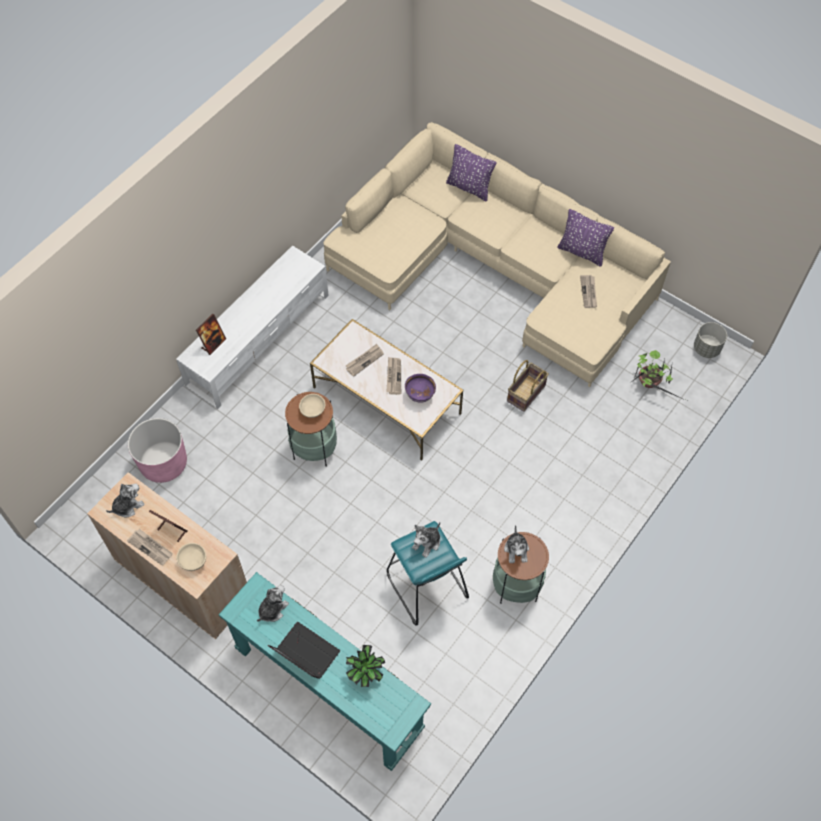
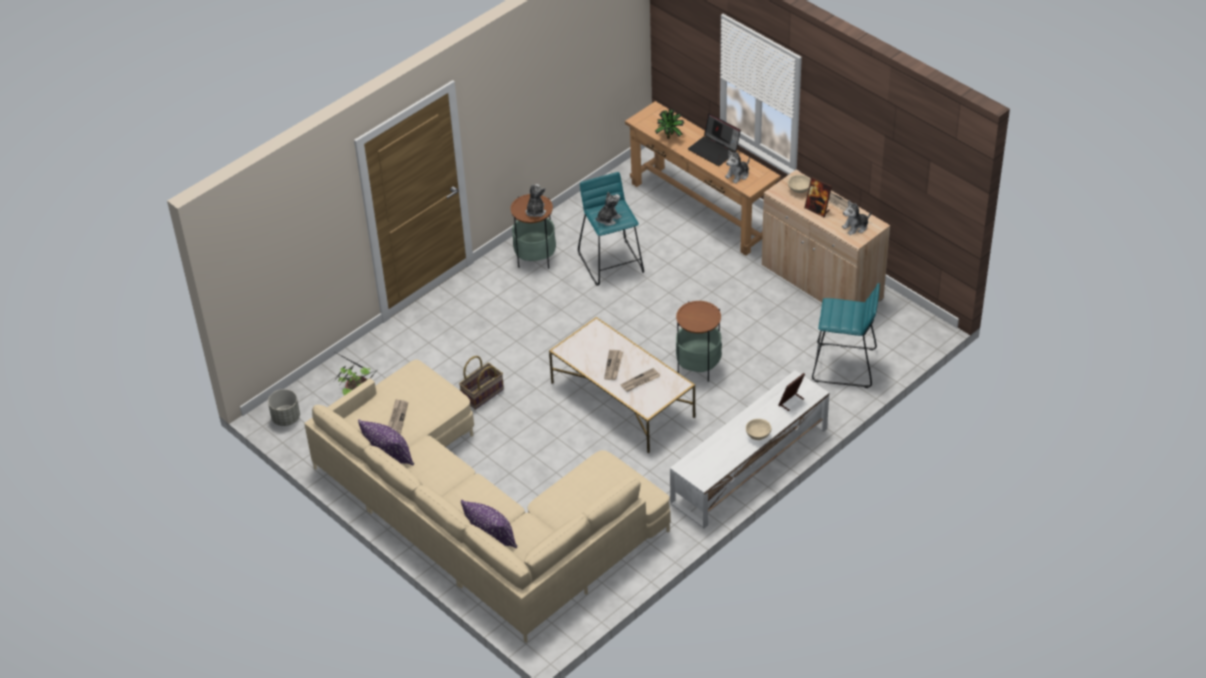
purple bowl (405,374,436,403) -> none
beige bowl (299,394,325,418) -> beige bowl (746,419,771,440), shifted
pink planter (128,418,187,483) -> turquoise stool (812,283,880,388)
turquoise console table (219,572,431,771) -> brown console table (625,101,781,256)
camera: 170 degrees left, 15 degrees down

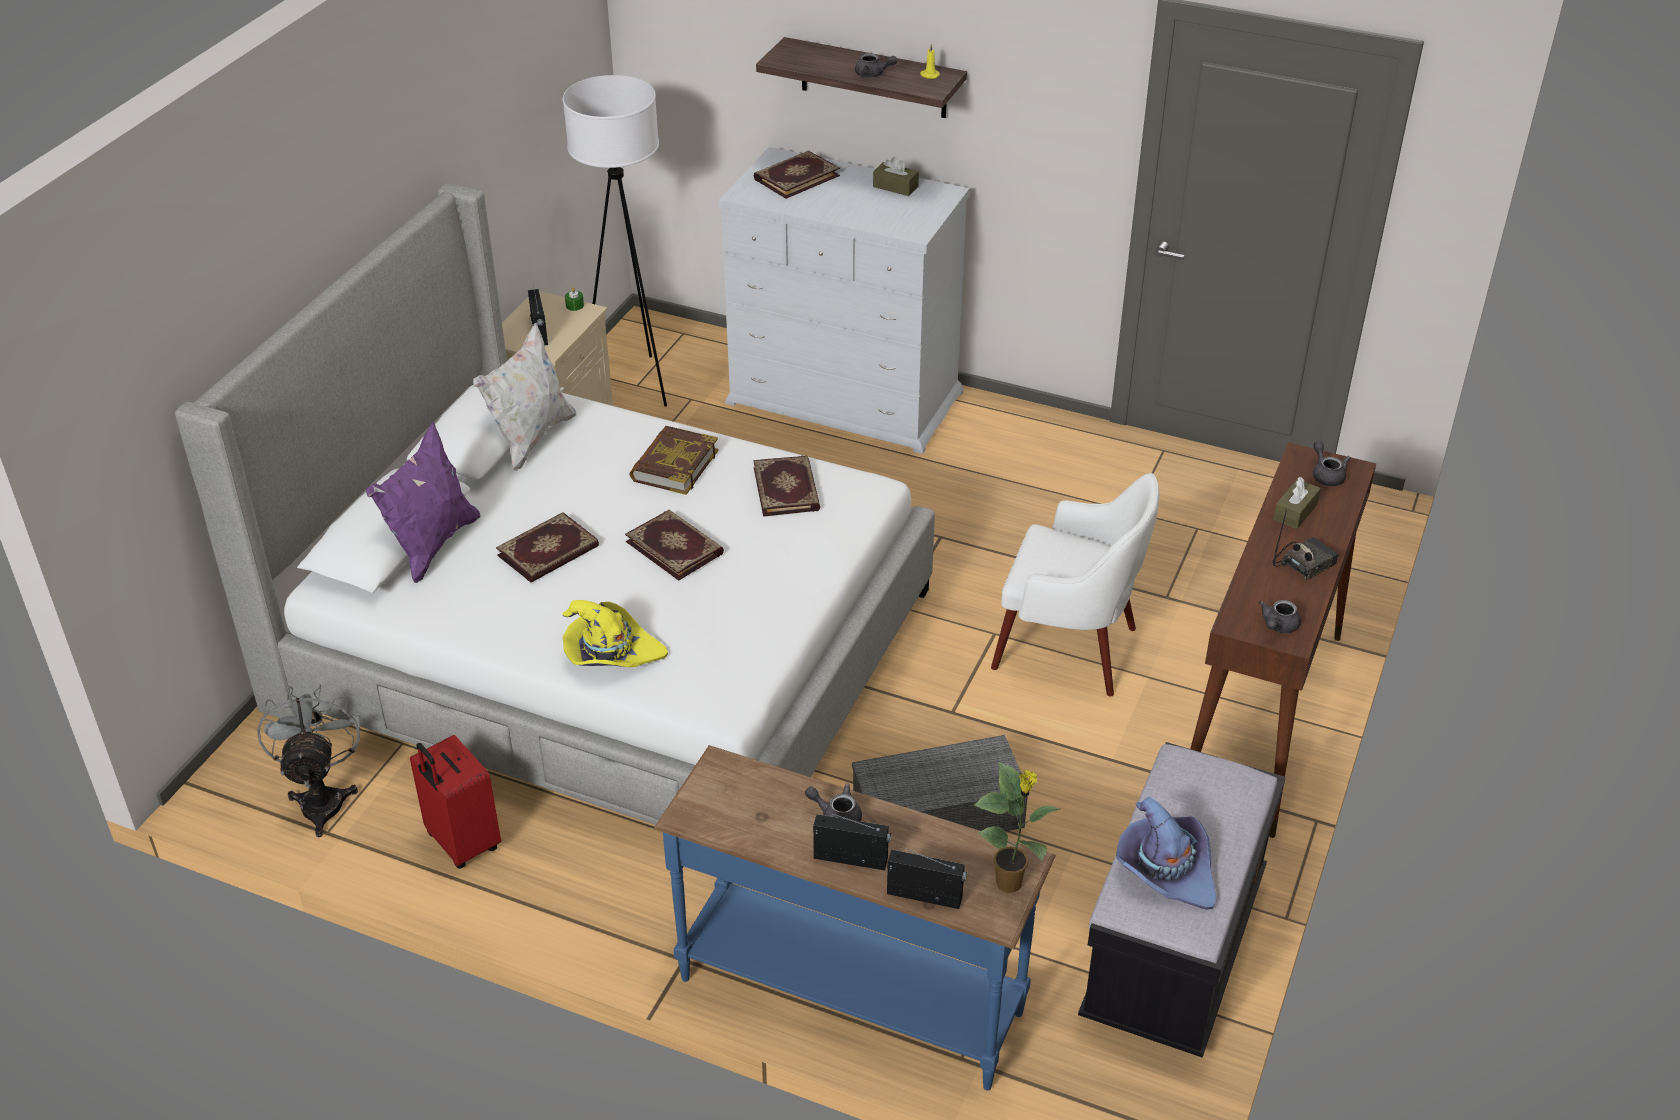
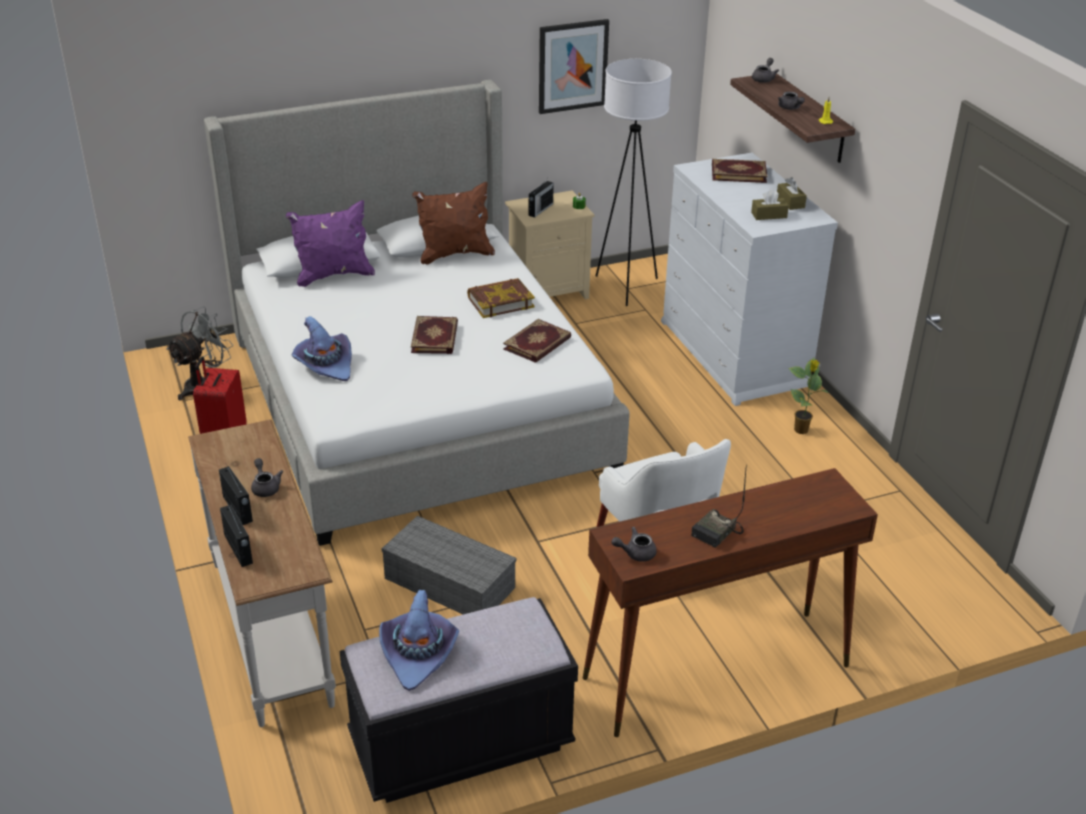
white pillow (473,323,576,471) -> brown pillow (412,182,495,264)
grey teapot (1313,441,1351,486) -> grey teapot (752,58,779,83), shifted
brown tissue box (1273,477,1321,529) -> brown tissue box (751,189,789,220), shifted
radio (1273,509,1339,580) -> radio (691,465,747,548), 120 degrees clockwise
book (496,512,599,583) -> none
yellow hat (562,600,668,667) -> purple hat (291,316,352,381)
blue console table (654,745,1056,1091) -> white console table (188,420,336,727)
potted plant (973,762,1060,893) -> potted plant (788,358,829,434), shifted
none -> picture (539,19,609,114)
camera: 45 degrees right, 5 degrees down

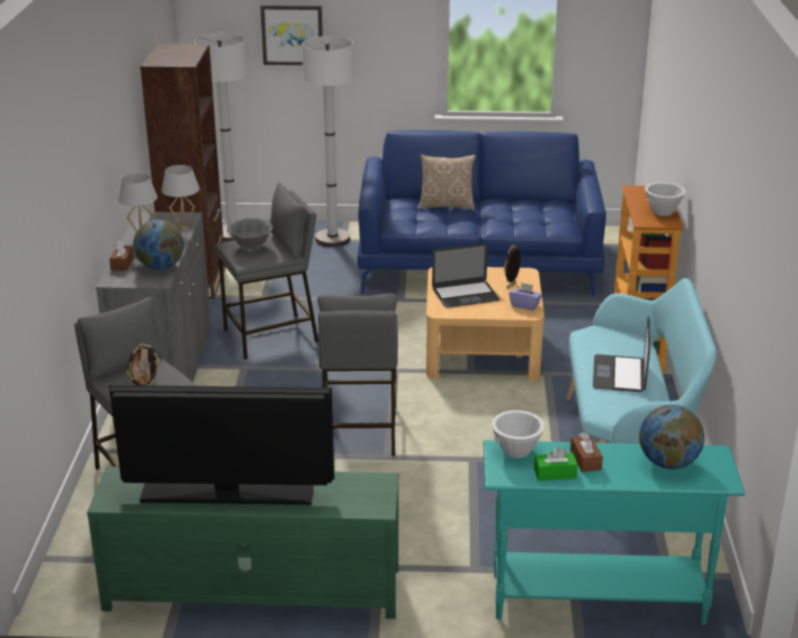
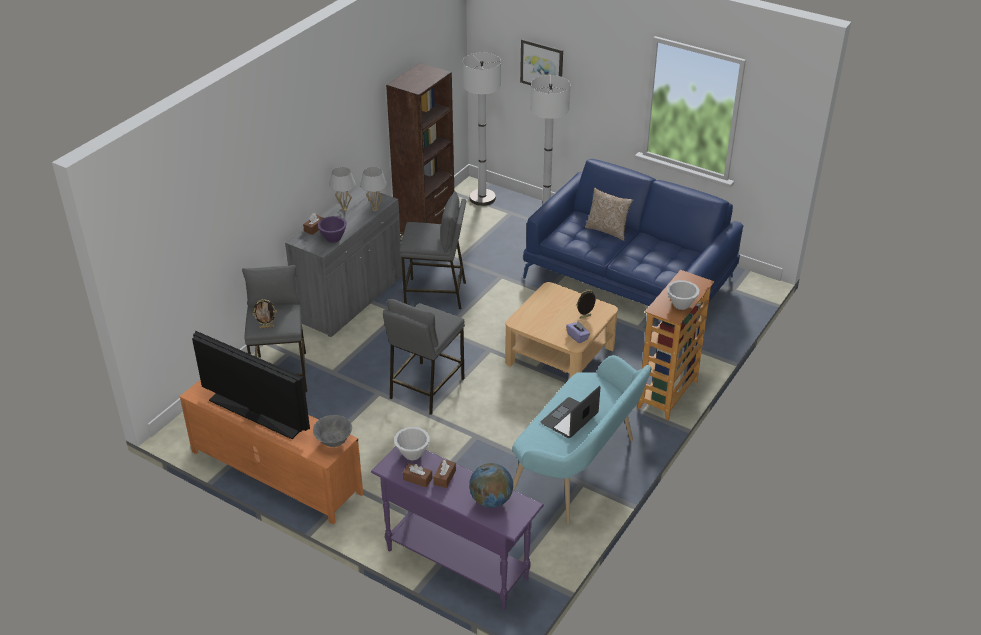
grey bowl (228,218,273,249) -> grey bowl (313,415,352,447), shifted
globe (133,219,184,270) -> purple bowl (318,216,347,243)
laptop (432,243,500,308) -> none
turquoise console table (483,440,745,625) -> purple console table (371,446,544,610)
green tissue box (534,447,578,481) -> brown tissue box (403,463,432,487)
green tv stand (87,466,399,619) -> orange tv stand (180,380,363,524)
camera: 30 degrees right, 10 degrees up

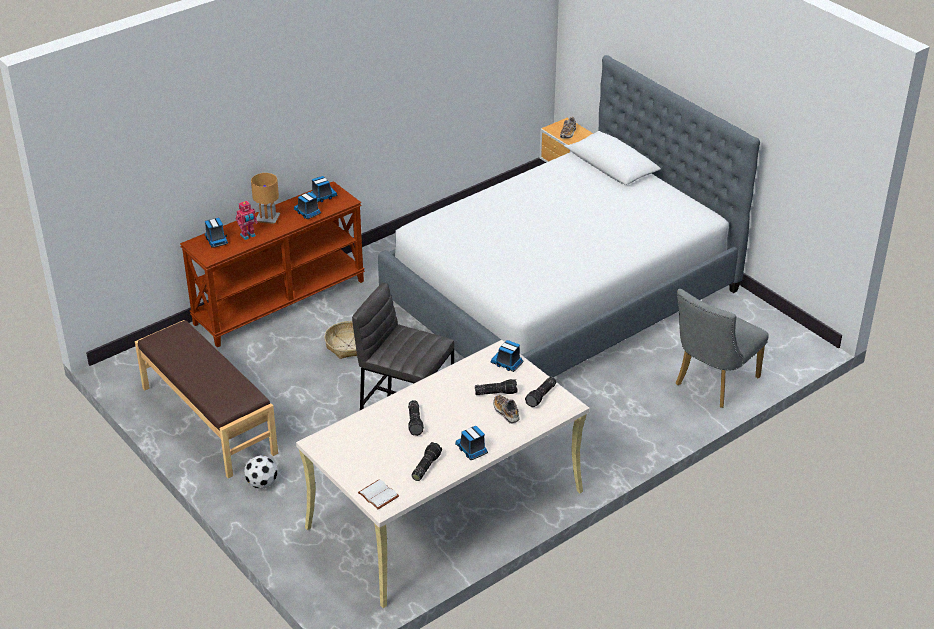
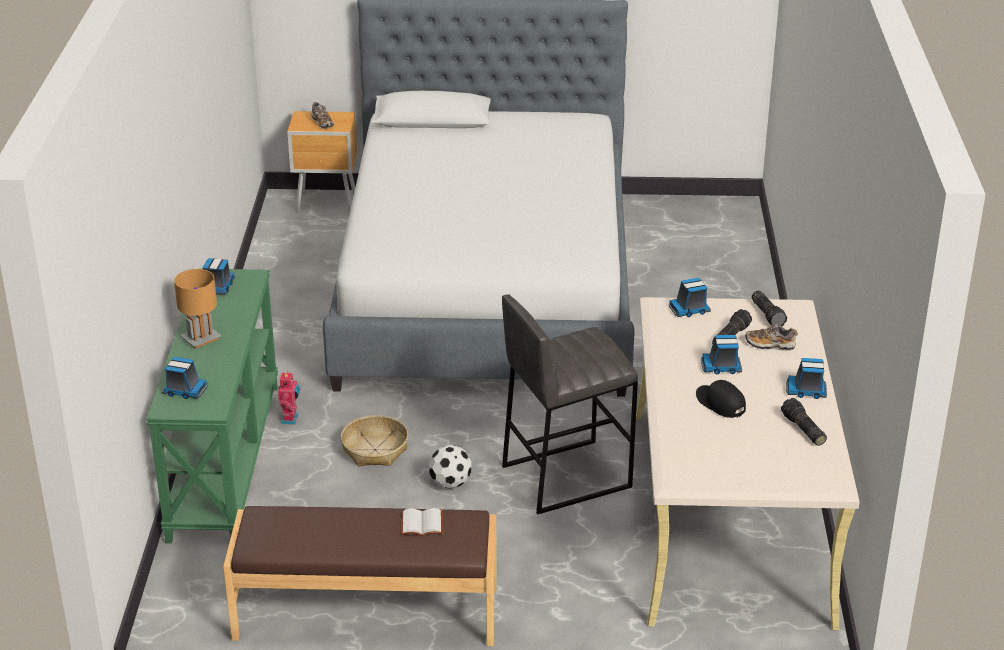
brown console table (180,181,365,348) -> green console table (146,269,278,544)
toy truck (294,192,321,219) -> toy truck (701,335,742,374), shifted
toy robot (236,201,258,240) -> toy robot (278,370,300,424), shifted
grey chair (676,289,769,408) -> none
flashlight (408,400,424,436) -> black cap (696,380,746,418)
football (244,455,278,489) -> football (429,445,472,489), shifted
white book (358,480,399,509) -> white book (401,508,443,536), shifted
camera: 50 degrees left, 5 degrees down

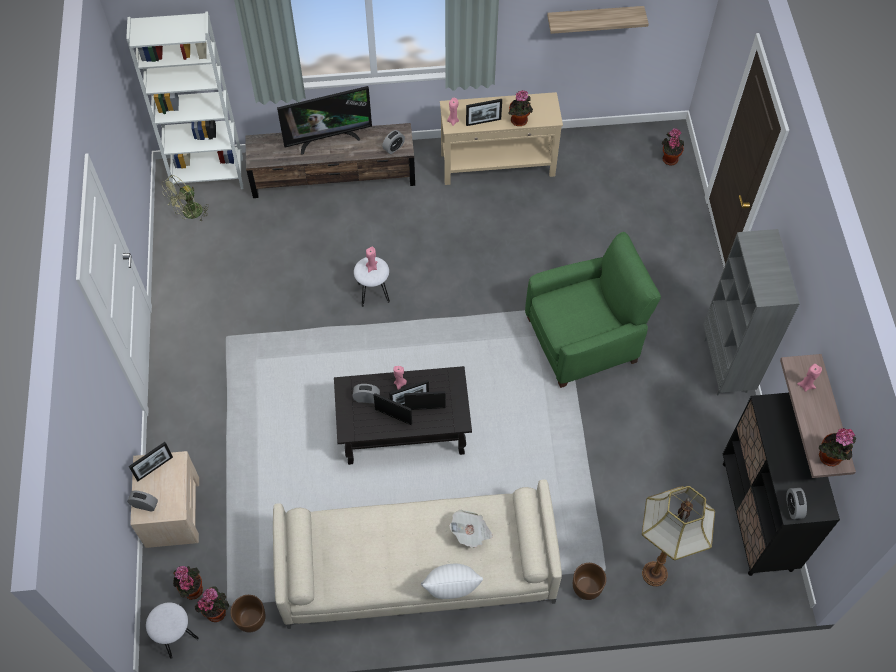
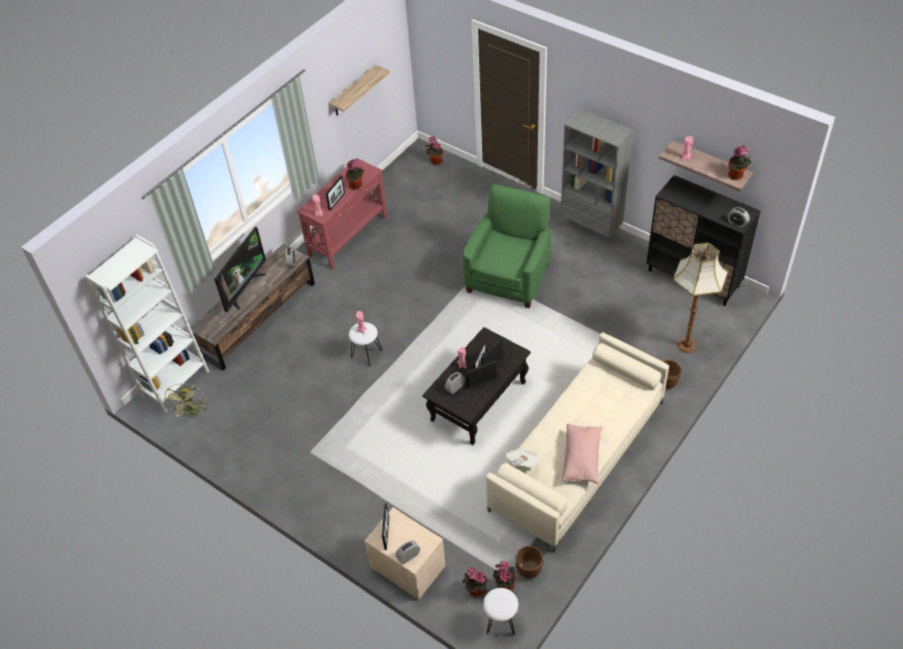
beige console table (440,92,563,185) -> red console table (297,158,387,269)
newspaper (449,510,493,548) -> newspaper (506,448,539,468), shifted
white pillow (421,564,483,599) -> none
none -> pink pillow (562,424,602,484)
camera: 45 degrees left, 10 degrees down

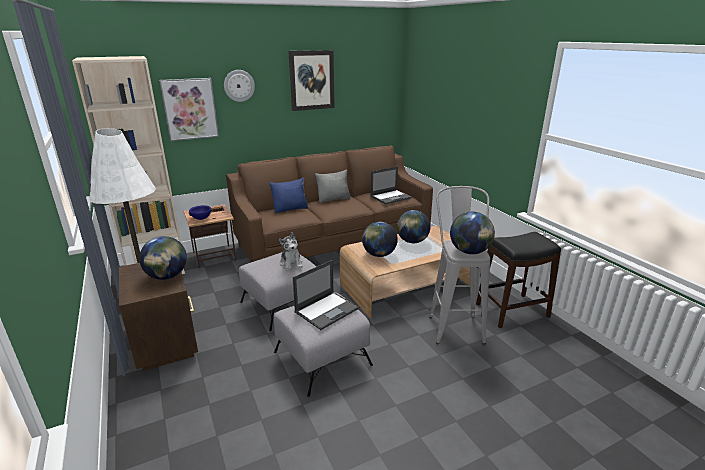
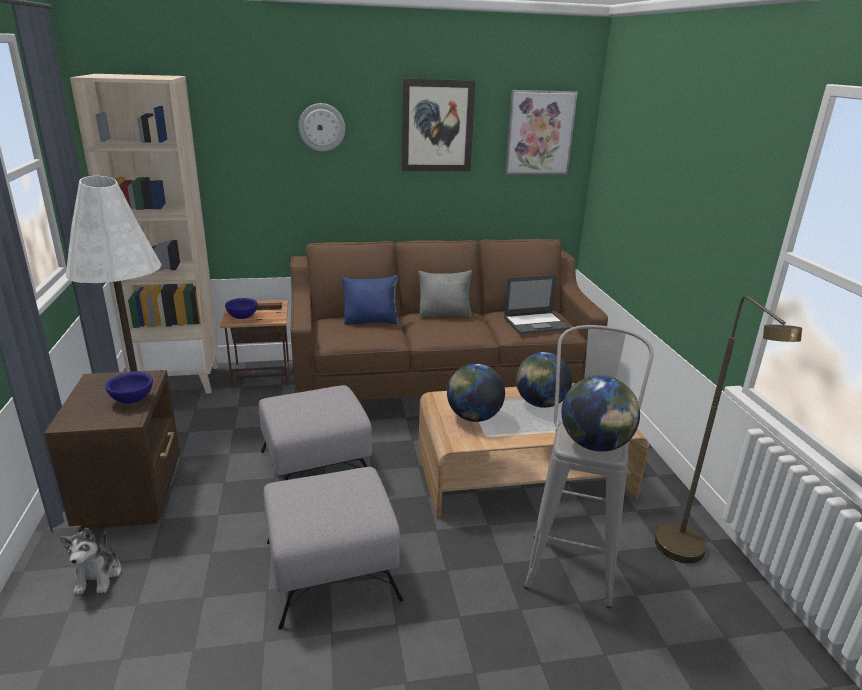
picture (159,78,219,141) -> picture (505,90,578,175), shifted
plush toy (279,232,303,271) -> plush toy (60,528,121,595), shifted
black stool (476,232,561,328) -> brown floor lamp (655,296,802,563)
globe (139,236,187,280) -> blue bowl (105,372,153,403)
laptop (293,260,359,330) -> none
camera: 15 degrees right, 0 degrees up

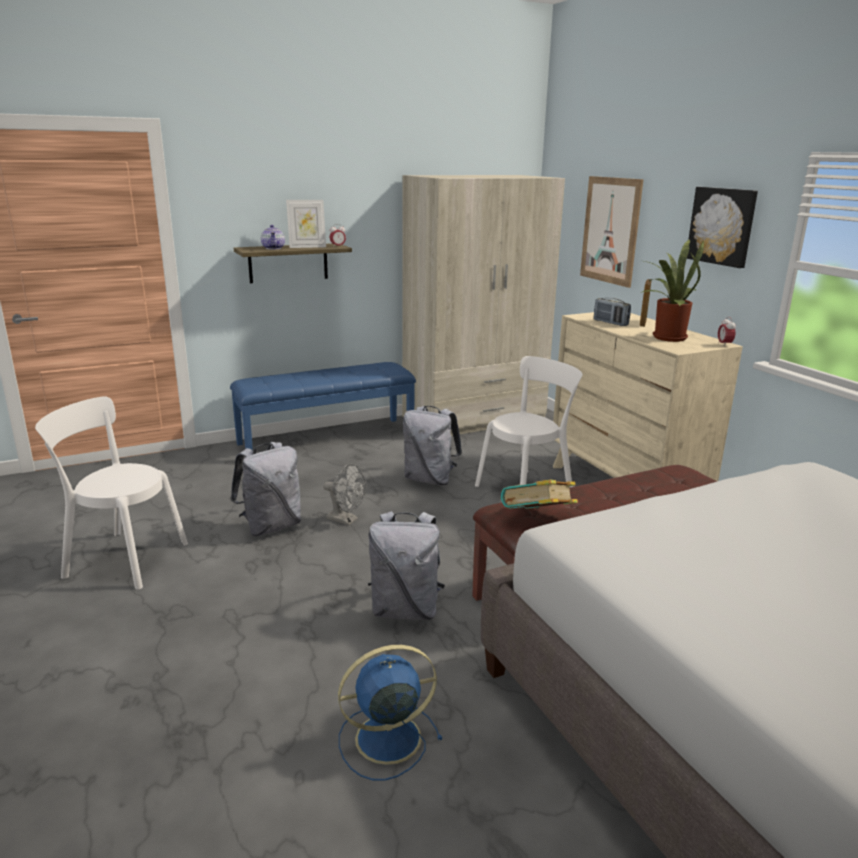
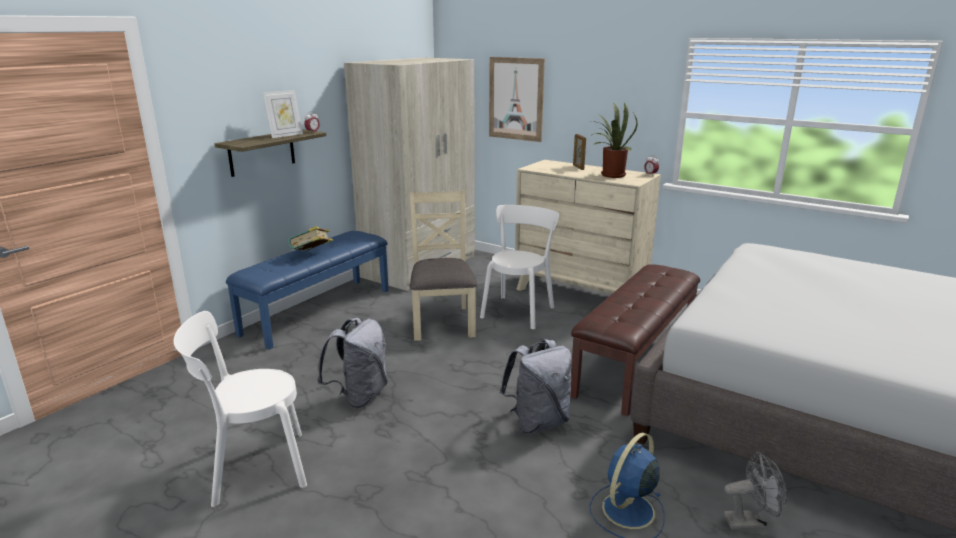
picture (687,187,758,268) -> none
teapot (261,225,285,249) -> none
radio (594,298,631,326) -> none
grey backpack (403,406,462,485) -> beige chair (410,190,477,341)
grey fan (323,464,366,525) -> grey fan (724,452,787,530), shifted
book (501,480,578,509) -> book (288,226,333,251), shifted
camera: 30 degrees left, 0 degrees up

